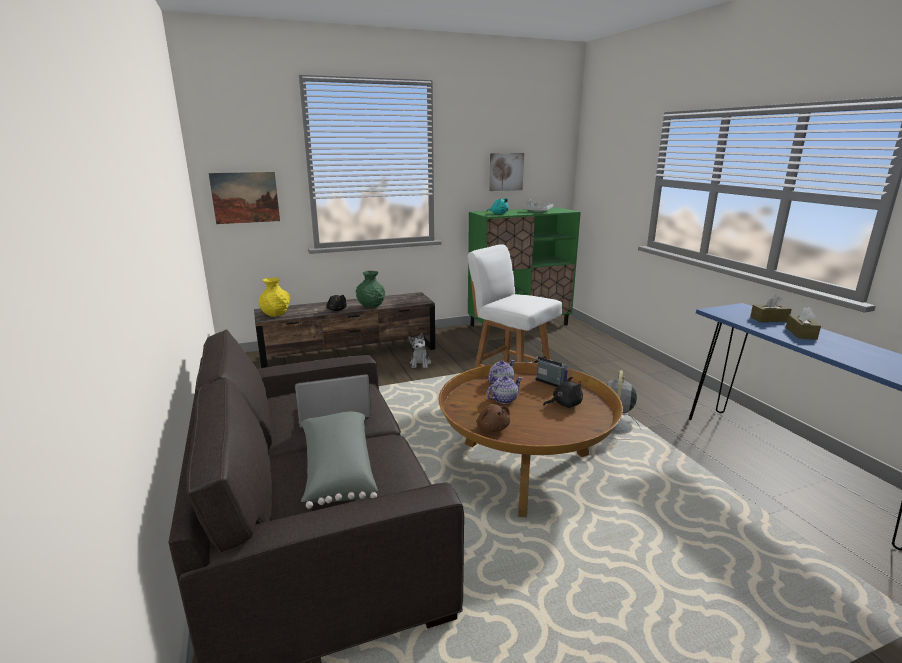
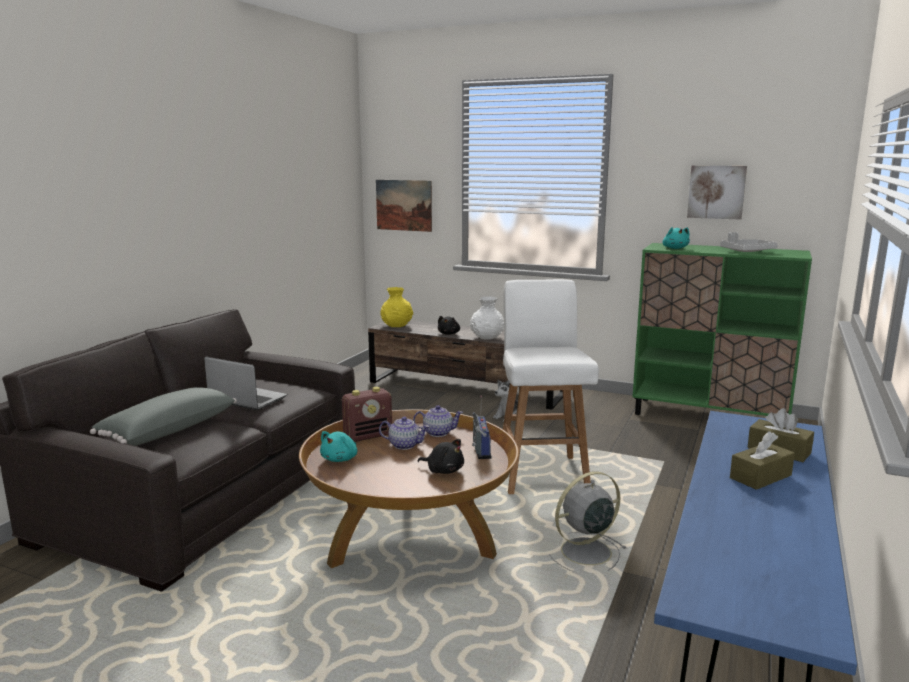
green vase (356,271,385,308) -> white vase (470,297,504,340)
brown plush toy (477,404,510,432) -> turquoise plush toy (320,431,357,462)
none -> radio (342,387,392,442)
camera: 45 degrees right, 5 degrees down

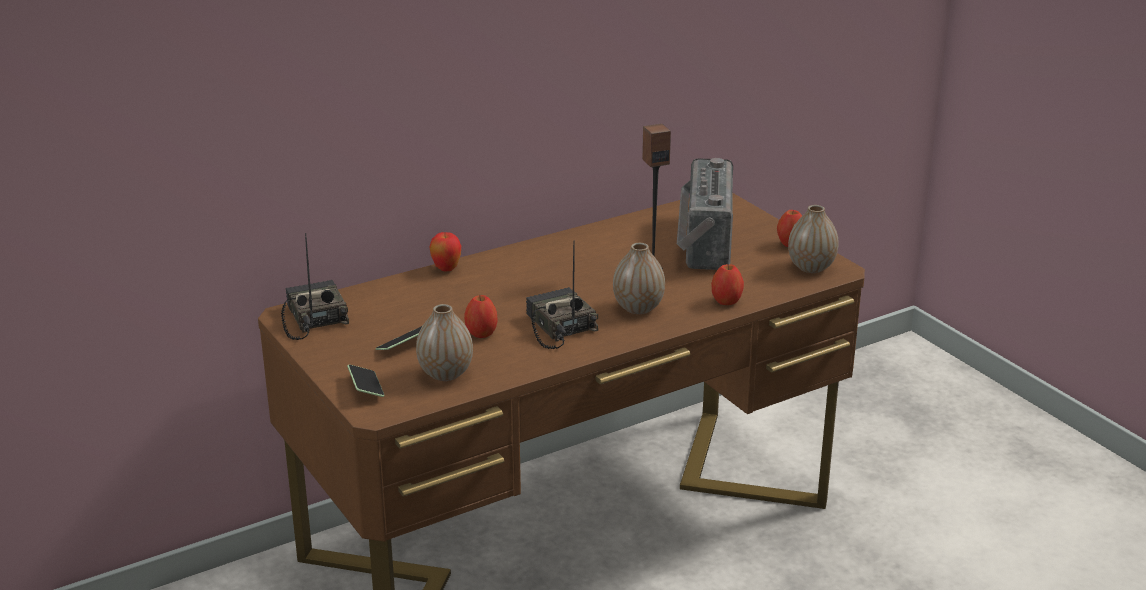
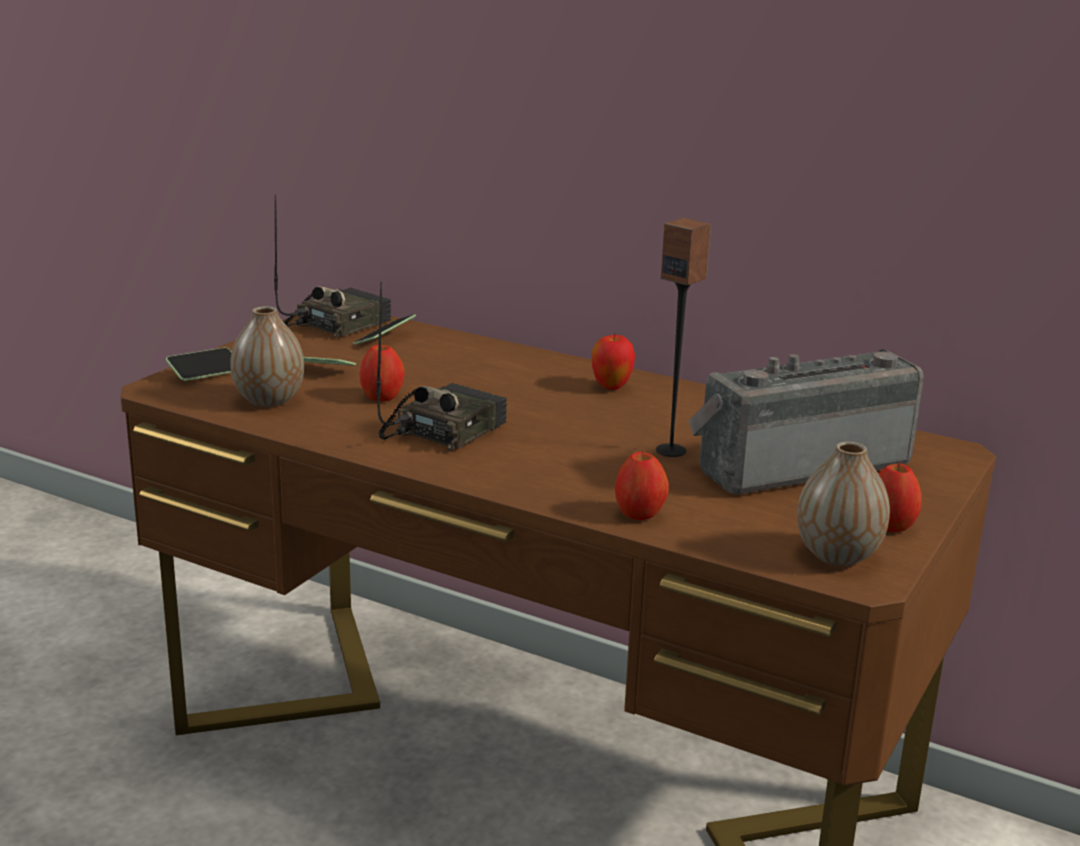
apple (429,232,461,271) -> apple (592,334,635,390), shifted
vase (613,243,665,314) -> none
none -> phone (353,314,416,345)
camera: 60 degrees right, 5 degrees down

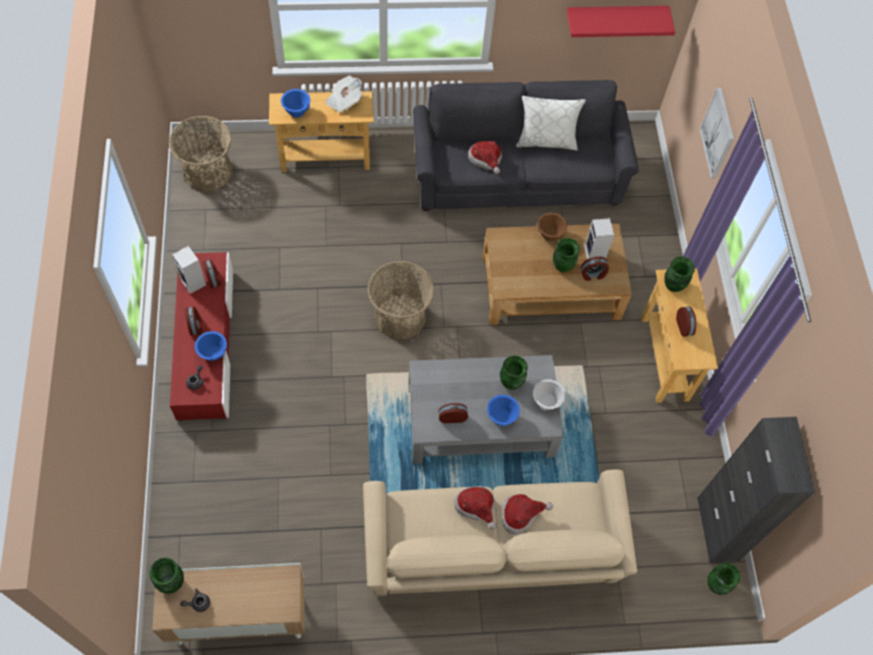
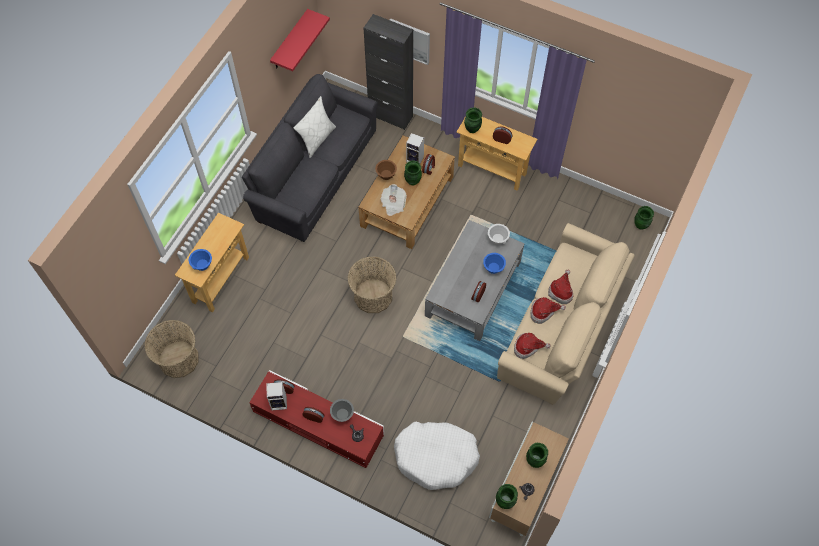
newspaper (325,76,362,113) -> newspaper (380,184,407,216), shifted
hat (468,141,502,174) -> hat (514,333,550,359), shifted
blue bowl (195,331,227,361) -> grey bowl (330,399,354,422)
green vase (500,355,528,390) -> green vase (526,443,548,468), shifted
black cabinet (697,417,815,563) -> black cabinet (364,14,413,130), shifted
none -> white dog bed (394,422,480,490)
camera: 55 degrees left, 0 degrees up

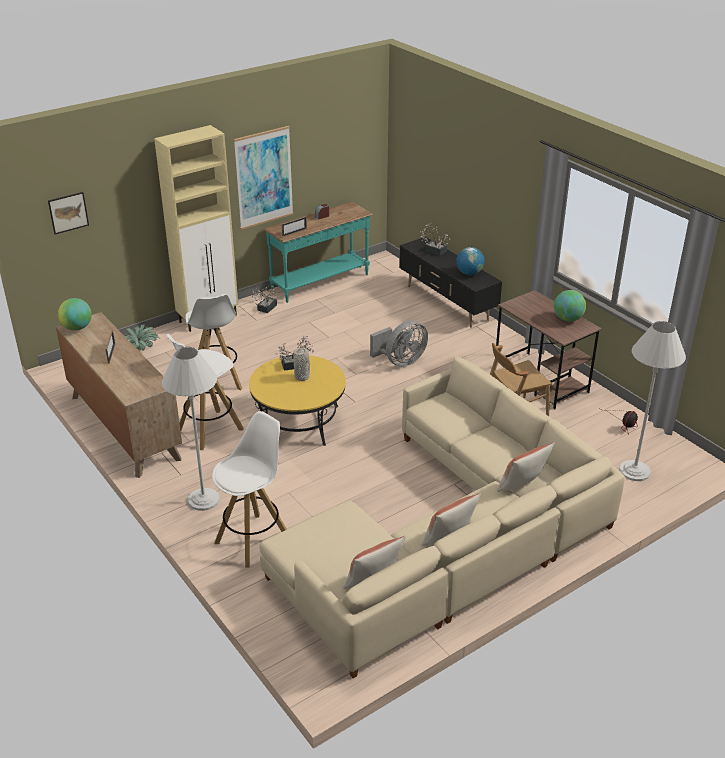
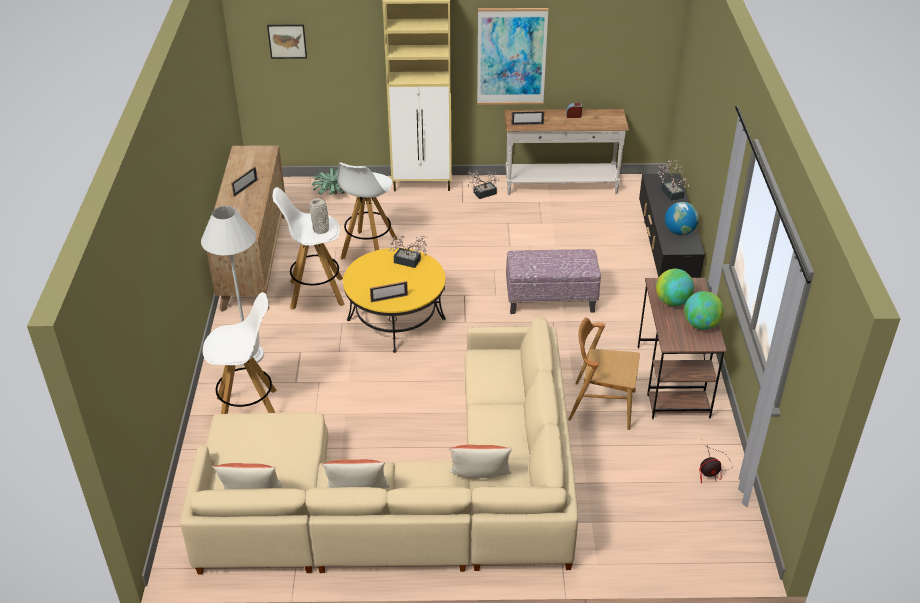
turquoise console table (264,202,374,303) -> white console table (504,109,629,195)
globe (58,298,92,331) -> globe (656,269,694,306), shifted
grey fan (370,320,428,367) -> ottoman (506,249,601,314)
white floor lamp (619,321,686,481) -> none
grey vase (293,348,310,381) -> grey vase (310,198,329,234), shifted
none -> picture frame (370,281,408,302)
camera: 35 degrees right, 5 degrees up

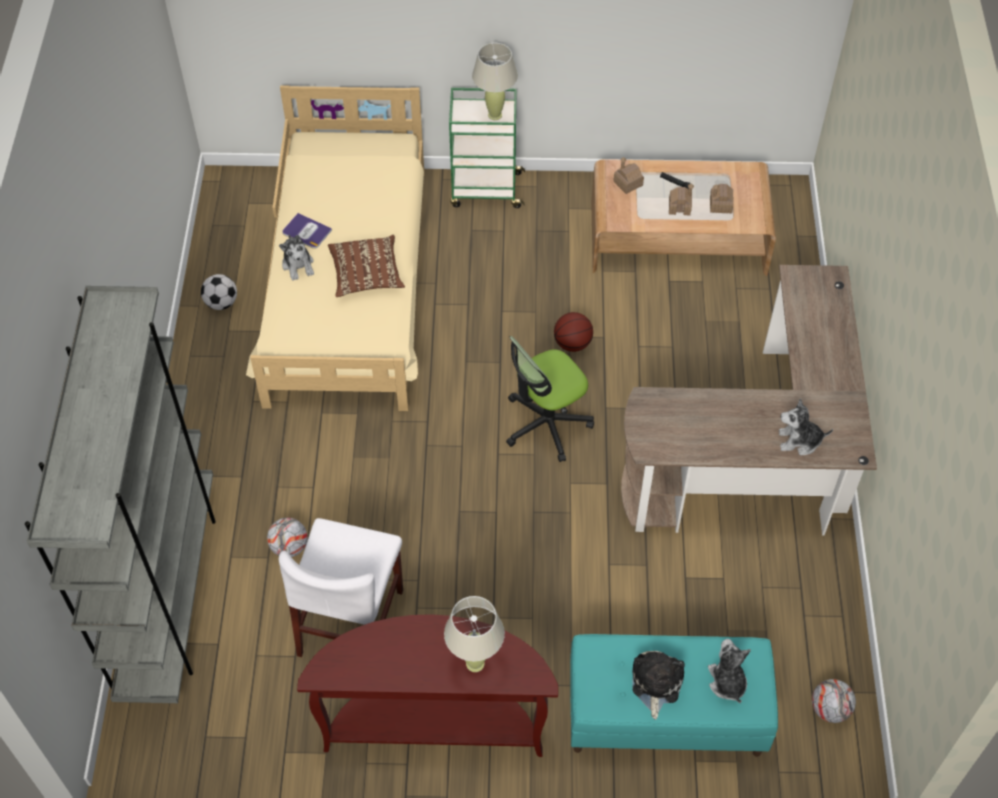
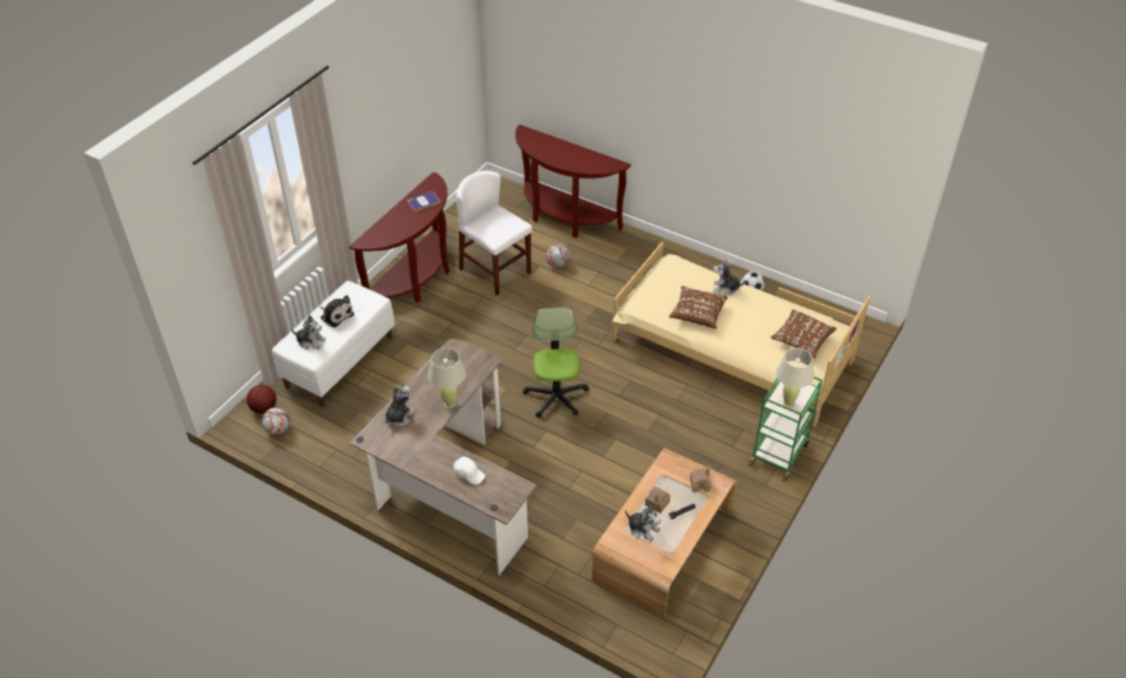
toy house (710,184,734,213) -> plush toy (625,505,661,542)
book (282,213,332,249) -> book (408,191,441,212), shifted
grey bookcase (25,286,216,703) -> brown console table (515,125,631,238)
basketball (554,312,593,352) -> basketball (247,385,277,414), shifted
beige table lamp (444,596,505,672) -> beige table lamp (428,348,466,408), shifted
turquoise bench (570,634,778,757) -> white bench (272,281,395,406)
none -> brown pillow (770,309,837,358)
none -> white cap (453,457,485,485)
camera: 120 degrees right, 10 degrees down

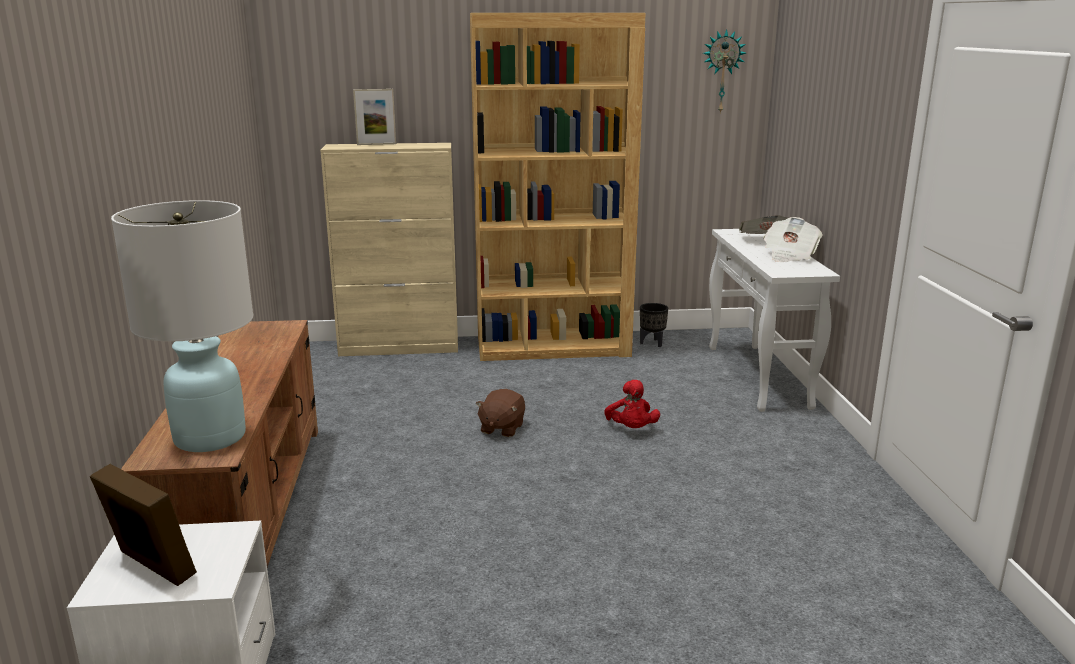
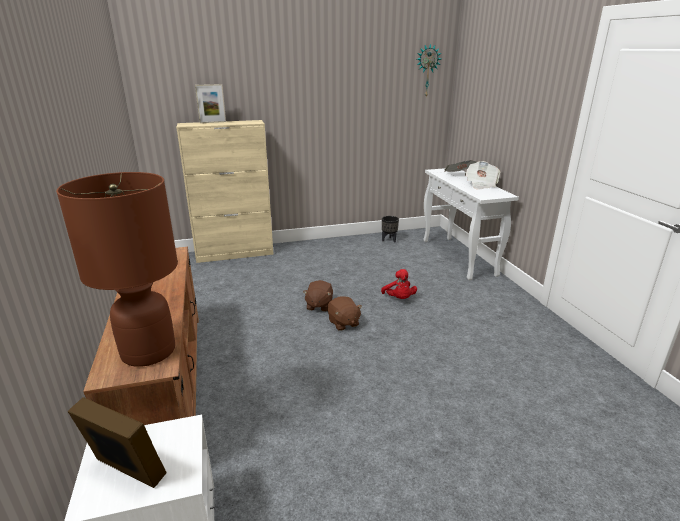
brown bookcase (470,13,646,361) -> none
white table lamp (111,200,253,452) -> brown table lamp (56,172,178,367)
none -> brown plush toy (327,296,362,331)
camera: 10 degrees left, 5 degrees up

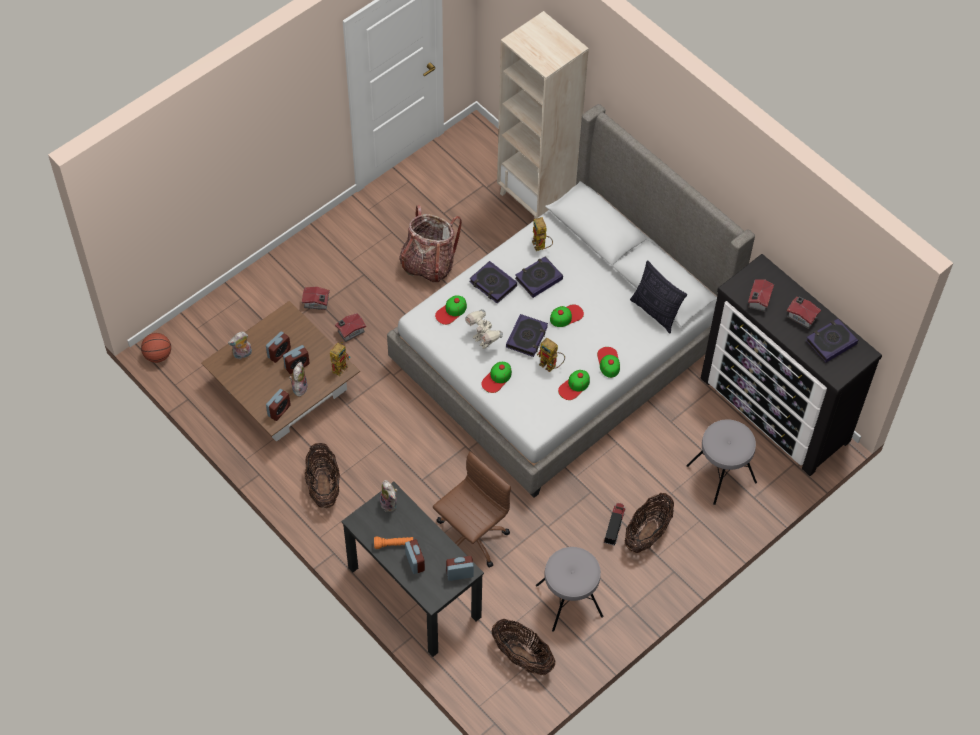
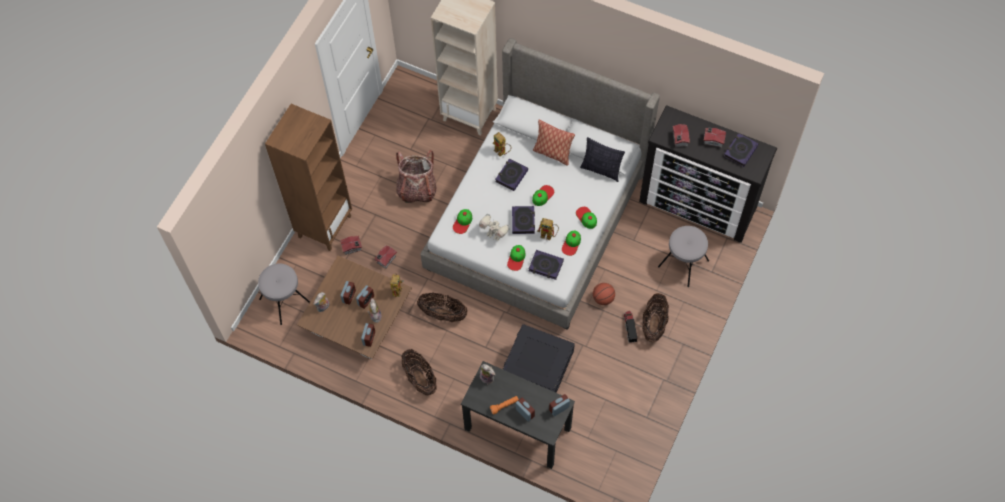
book (469,261,517,304) -> book (529,250,564,280), shifted
basketball (141,333,171,363) -> basketball (593,283,615,305), shifted
brown office chair (433,451,511,568) -> black storage box (503,324,575,393)
grey stool (536,547,603,632) -> grey stool (258,264,310,325), shifted
basket (491,619,556,676) -> basket (417,293,468,322), shifted
none -> brown bookcase (265,104,352,251)
none -> pillow (533,120,575,166)
camera: 20 degrees left, 5 degrees up

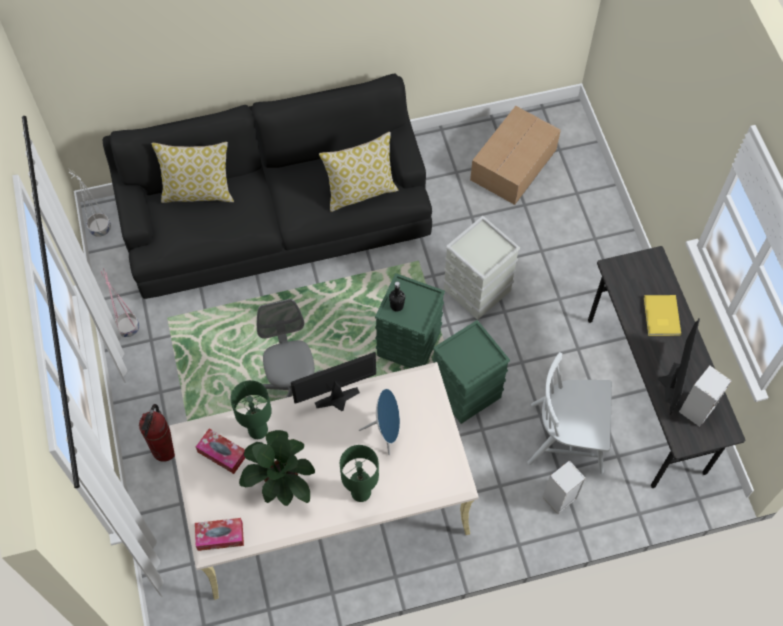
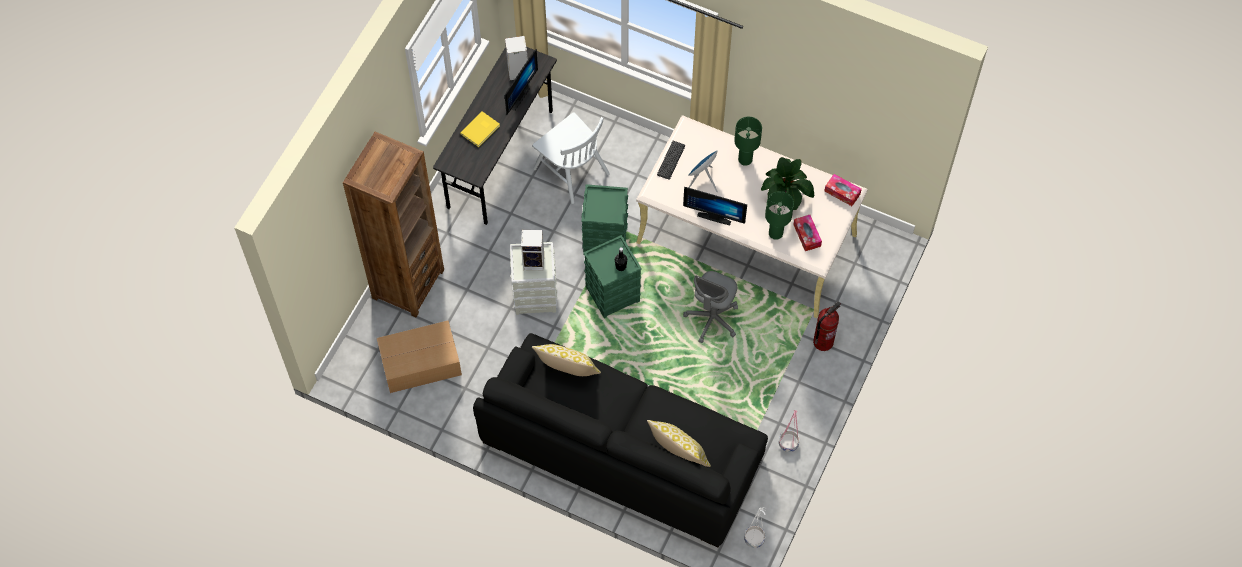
monitor (658,318,700,415) -> monitor (505,49,538,115), 150 degrees clockwise
speaker (542,460,586,514) -> speaker (521,230,544,271), shifted
none -> brown bookcase (343,132,444,317)
none -> keyboard (657,141,685,180)
camera: 140 degrees left, 0 degrees up

